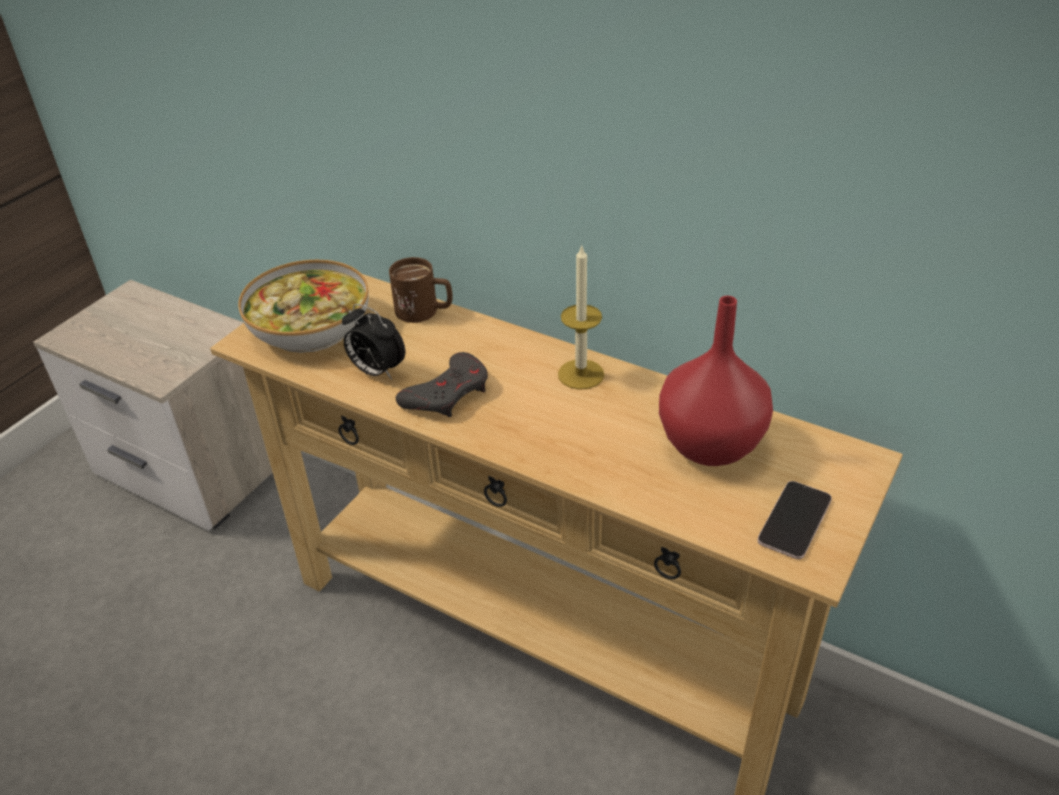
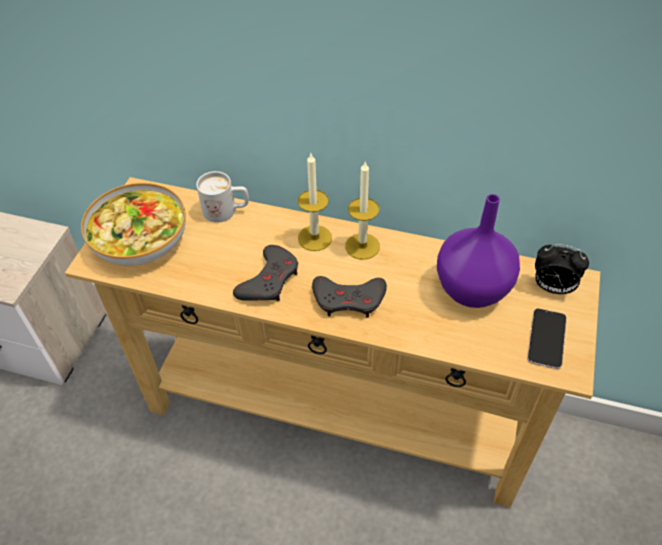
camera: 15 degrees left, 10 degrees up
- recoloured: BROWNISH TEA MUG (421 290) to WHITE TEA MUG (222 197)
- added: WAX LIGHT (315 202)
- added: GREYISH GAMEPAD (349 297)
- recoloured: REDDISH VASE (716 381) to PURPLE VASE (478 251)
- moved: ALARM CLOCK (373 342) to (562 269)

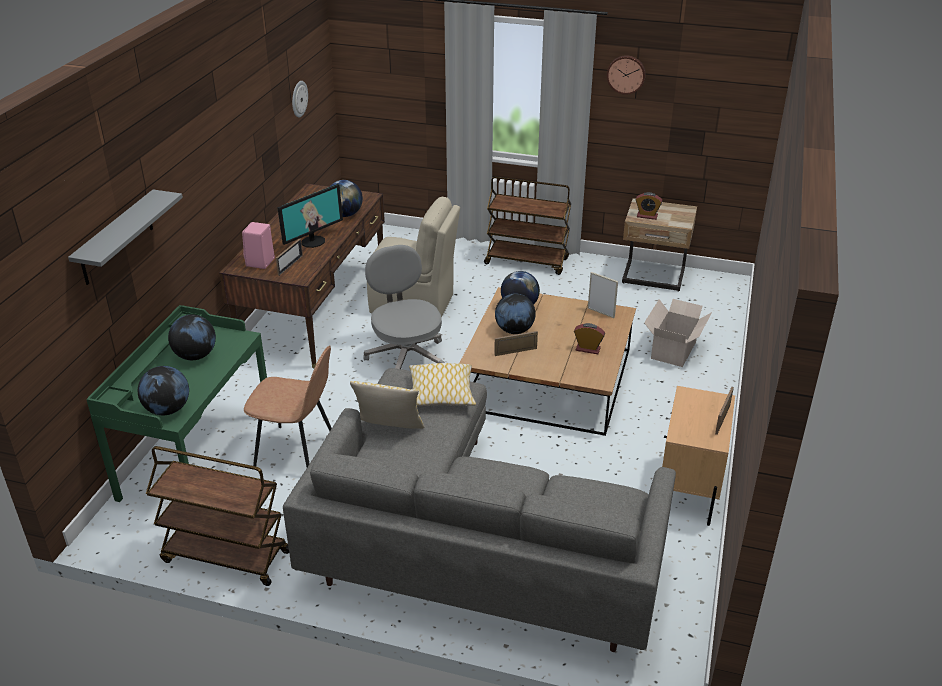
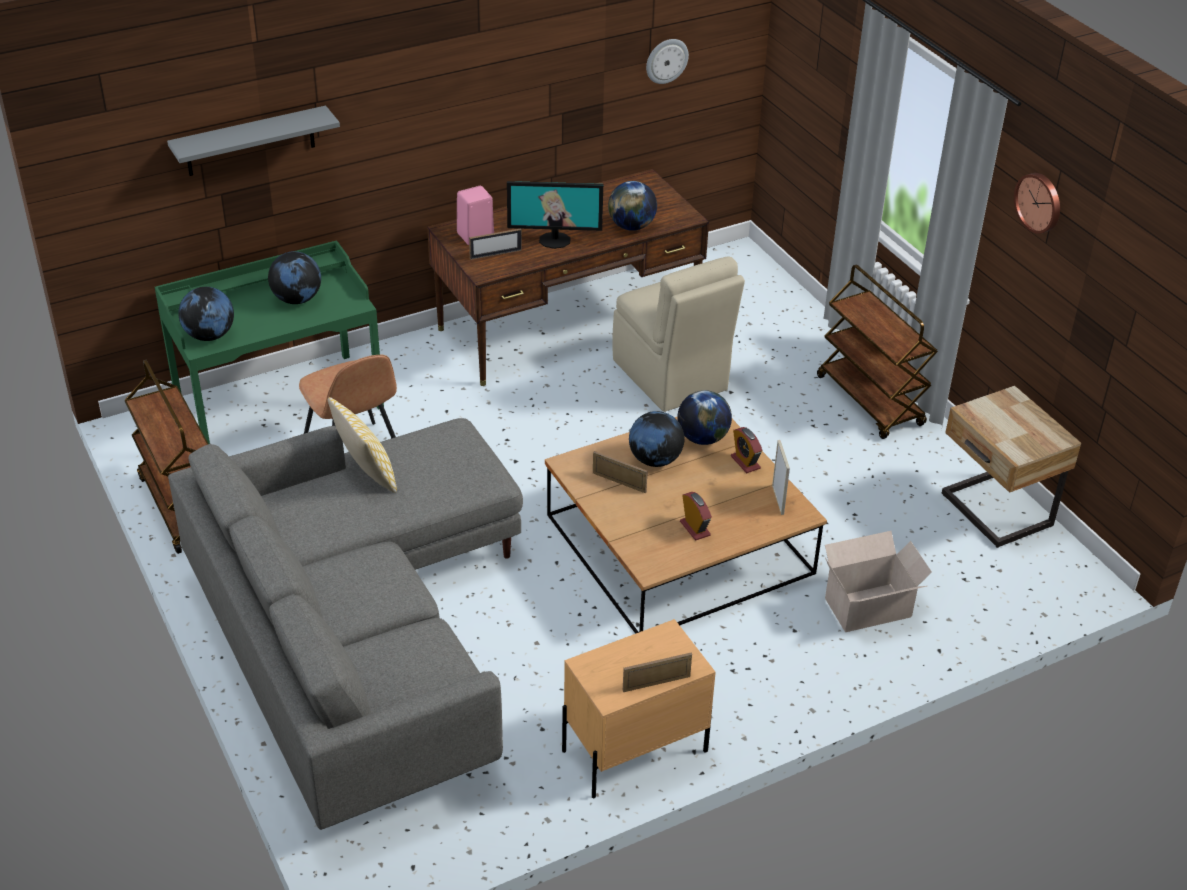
camera: 45 degrees right, 5 degrees up
- moved: ALARM CLOCK (649 206) to (746 450)
- removed: GREYISH COMPUTER CHAIR (404 307)
- removed: CUSHION (442 385)

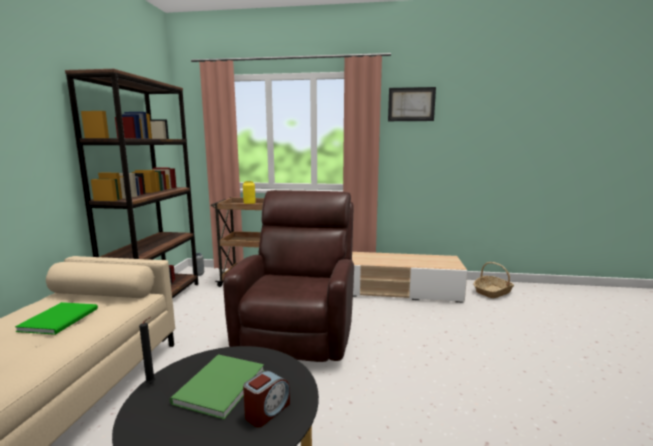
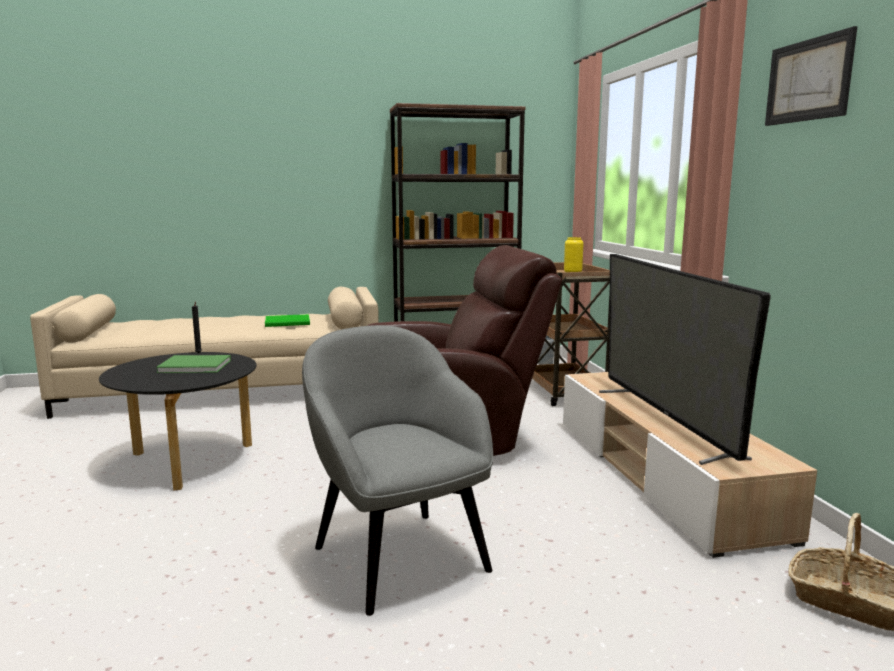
camera: 70 degrees right, 0 degrees up
- added: GREYISH ARMCHAIR (397 470)
- added: TELEVISION (685 359)
- removed: ALARM CLOCK (266 398)

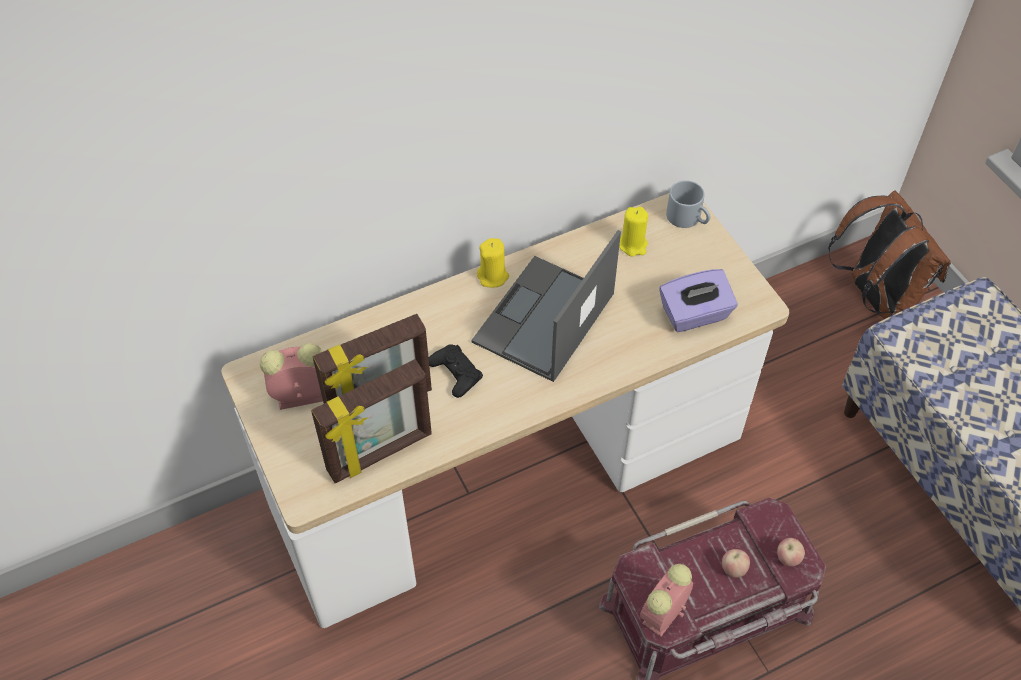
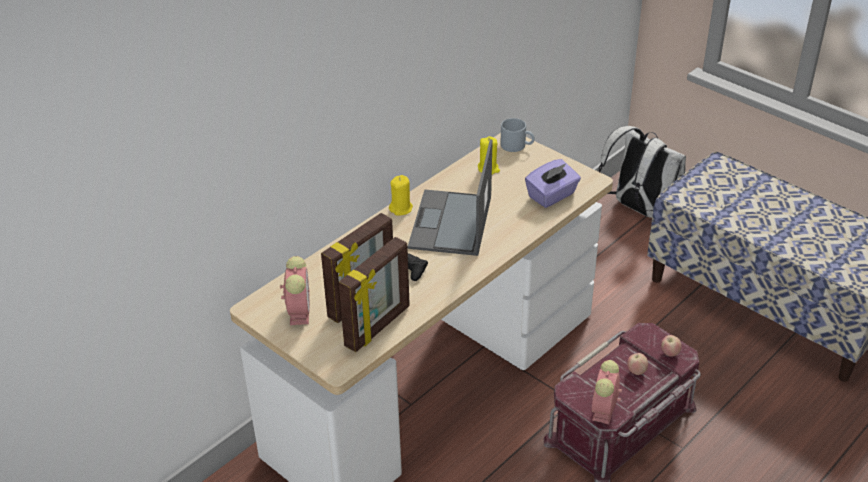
camera: 20 degrees left, 15 degrees down
- turned: ALARM CLOCK (291 376) = (295 290) 120 degrees clockwise
- recoloured: BROWNISH BACKPACK (889 254) to WHITE BACKPACK (642 172)

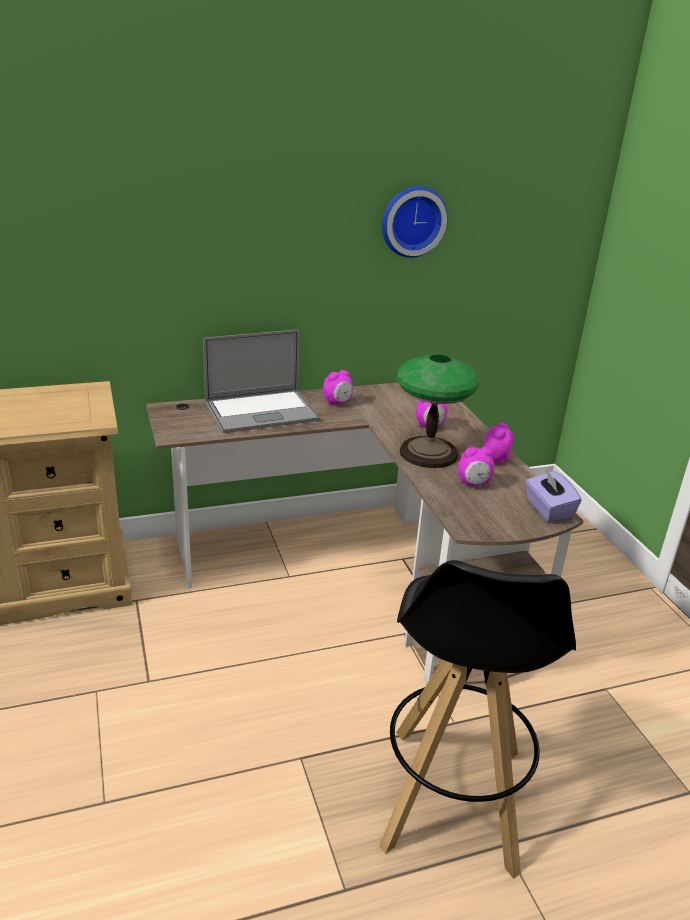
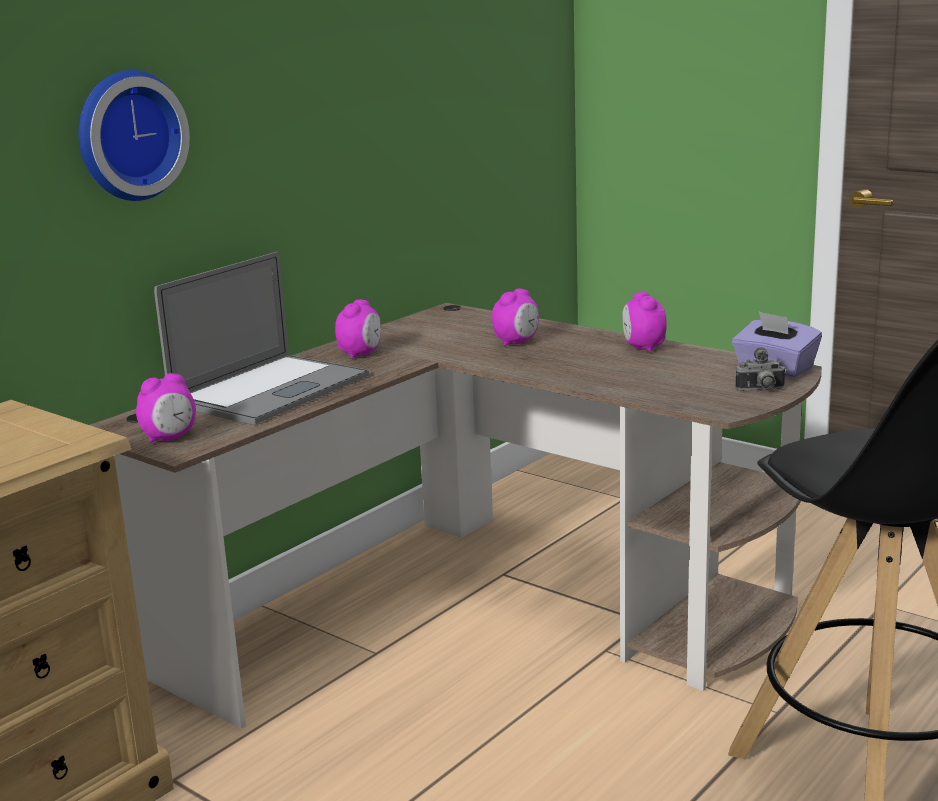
camera: 30 degrees left, 10 degrees down
- moved: WALL CLOCK (415 222) to (134 135)
- moved: ALARM CLOCK (476 466) to (166 408)
- added: PHOTO CAMERA (760 369)
- removed: TABLE LAMP (438 411)

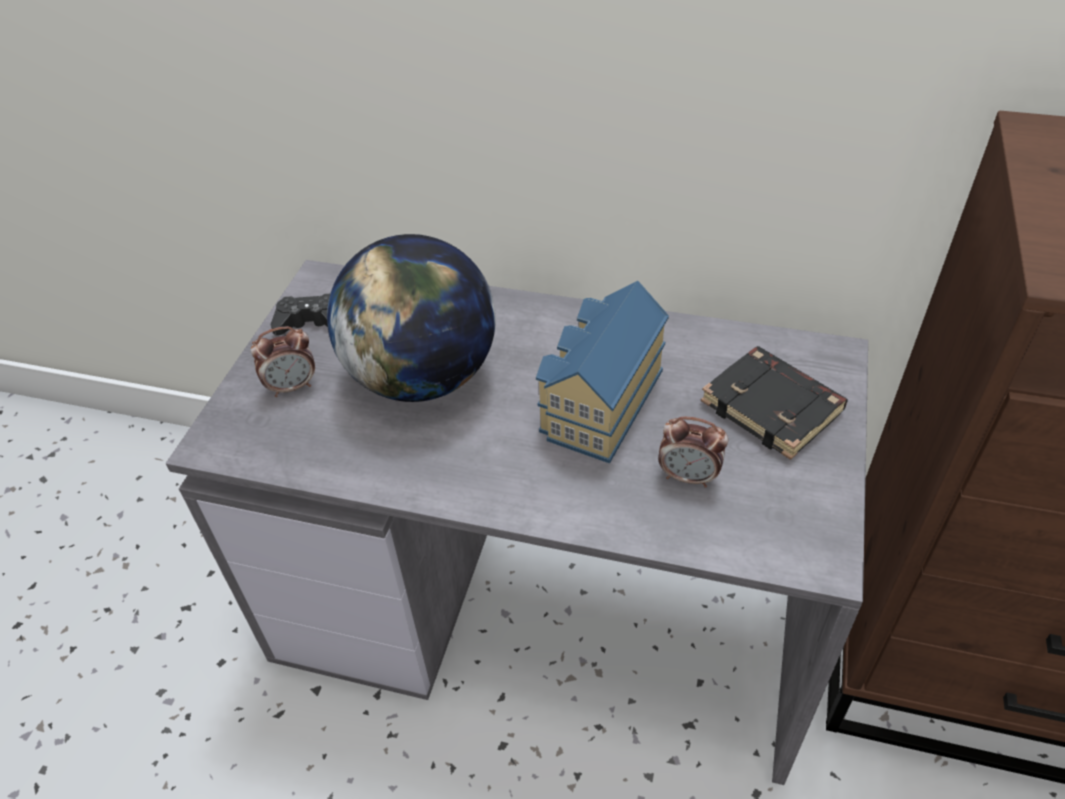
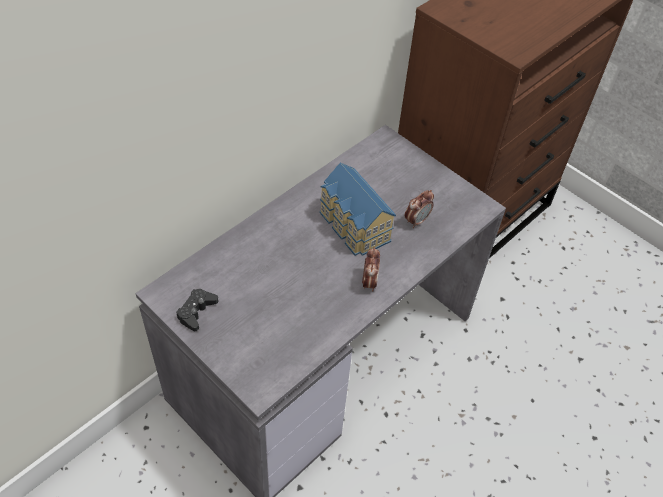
camera: 65 degrees left, 5 degrees up
- moved: ALARM CLOCK (283 361) to (371 269)
- removed: DESK GLOBE (411 318)
- removed: BLACK BOUND BOOK (774 403)

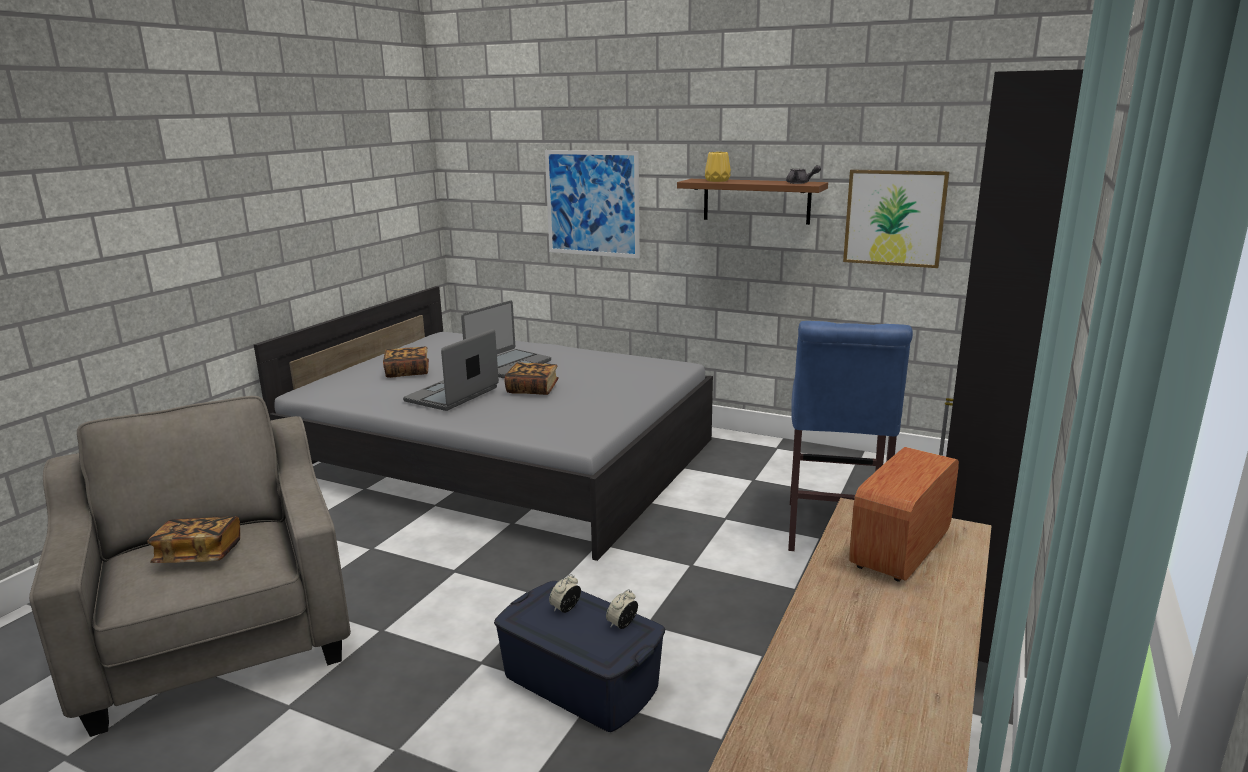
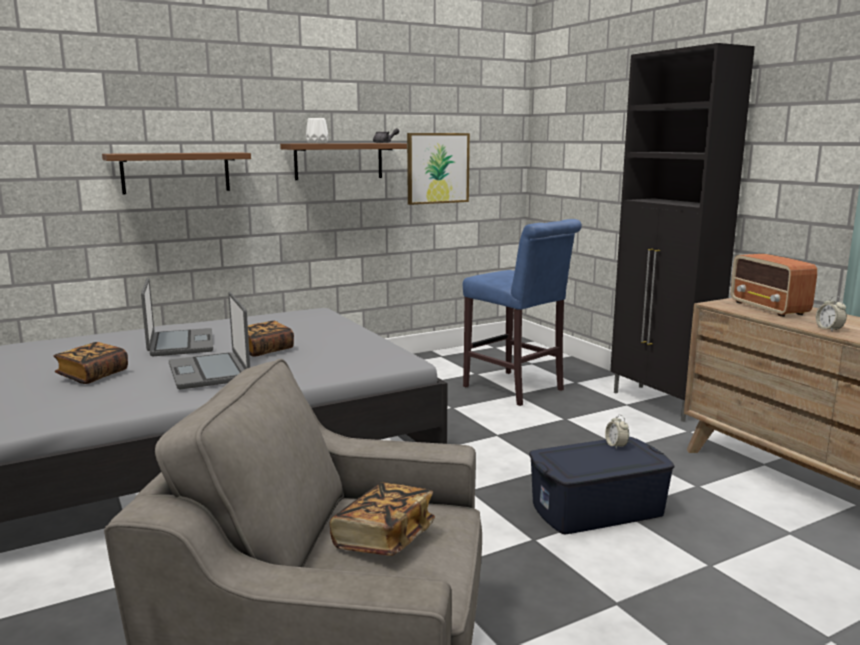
camera: 55 degrees left, 5 degrees down
- replaced: WALL ART (592 204) to BROWNISH WALL SHELF (176 173)
- recoloured: YELLOW VASE (718 167) to WHITE VASE (317 130)
- moved: ALARM CLOCK (565 593) to (831 314)

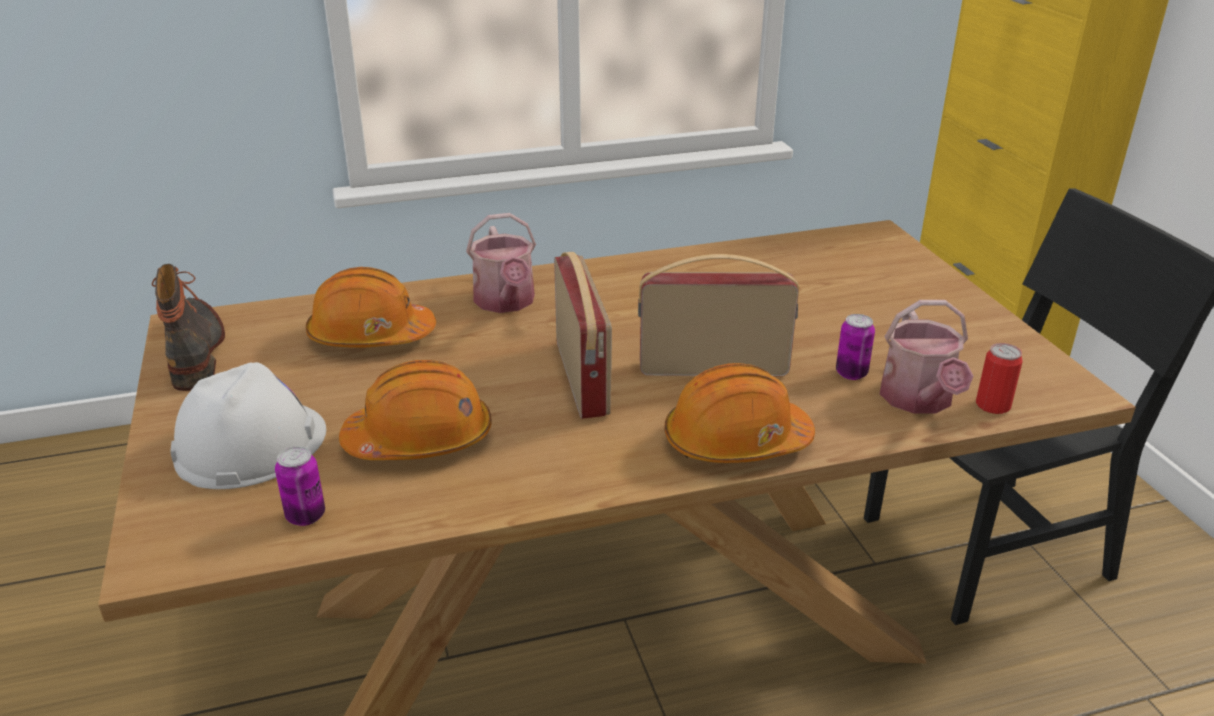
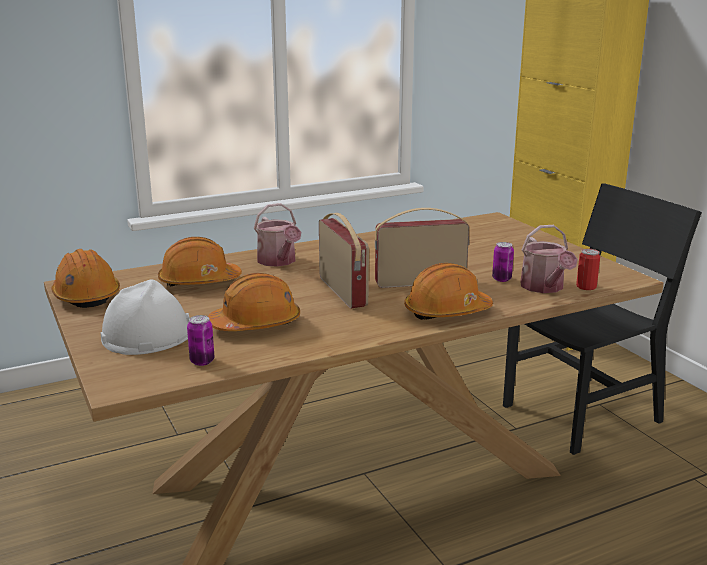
camera: 10 degrees left, 10 degrees down
- replaced: HIGH-TOP BOOT (188 327) to ORANGE HARD HAT (85 278)

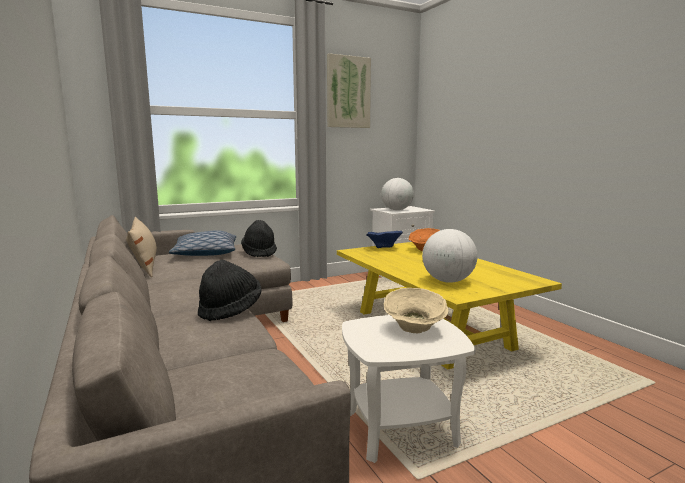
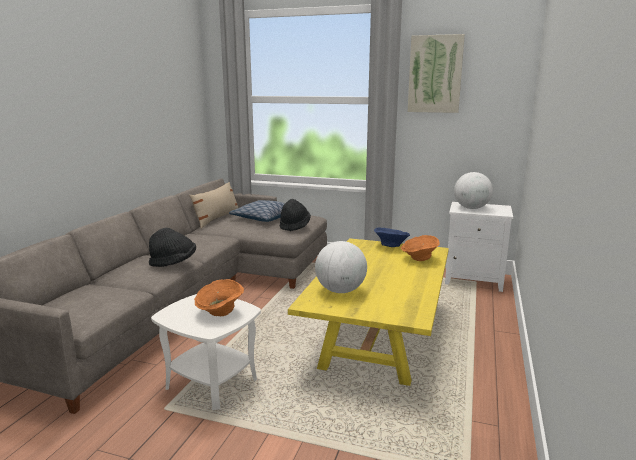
camera: 45 degrees right, 5 degrees up
- recoloured: BEIGE-COLOURED DEEP DISH (415 310) to ORANGE DEEP DISH (219 297)

